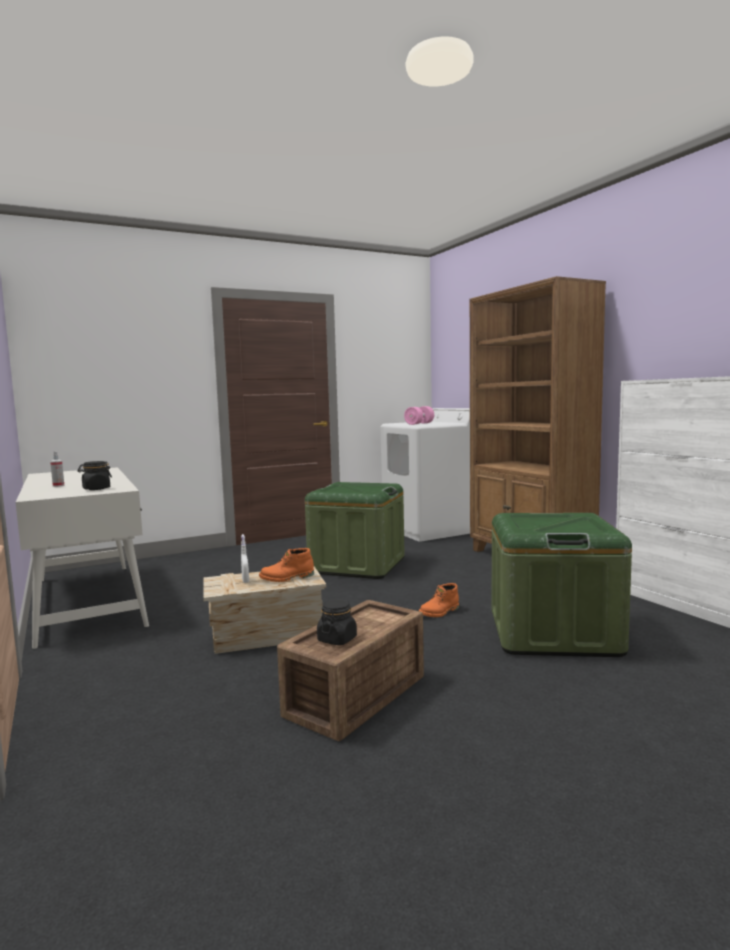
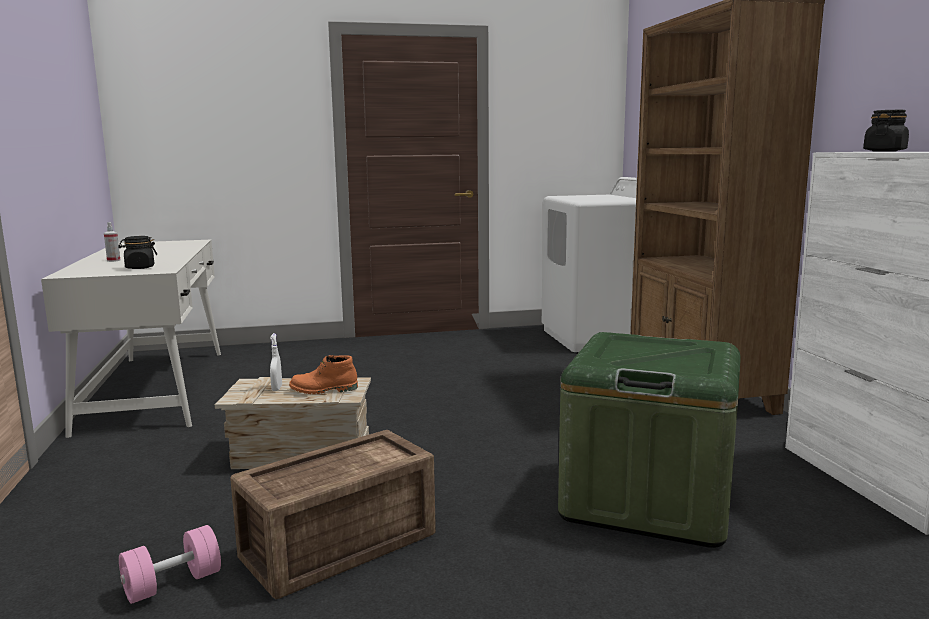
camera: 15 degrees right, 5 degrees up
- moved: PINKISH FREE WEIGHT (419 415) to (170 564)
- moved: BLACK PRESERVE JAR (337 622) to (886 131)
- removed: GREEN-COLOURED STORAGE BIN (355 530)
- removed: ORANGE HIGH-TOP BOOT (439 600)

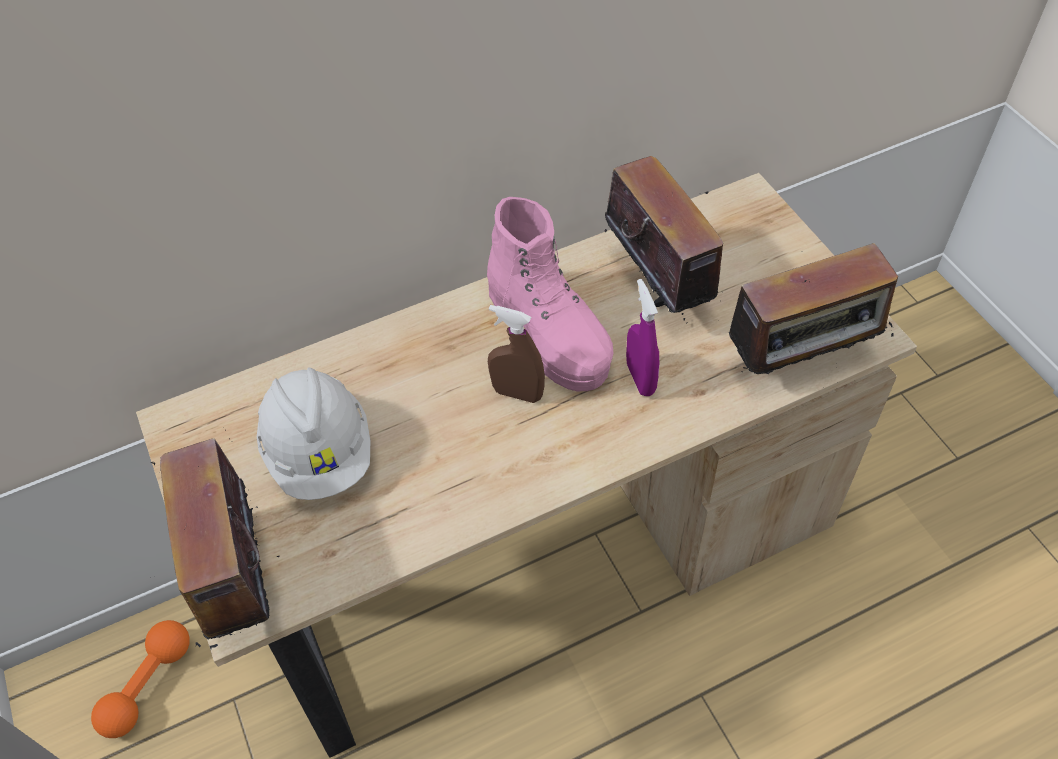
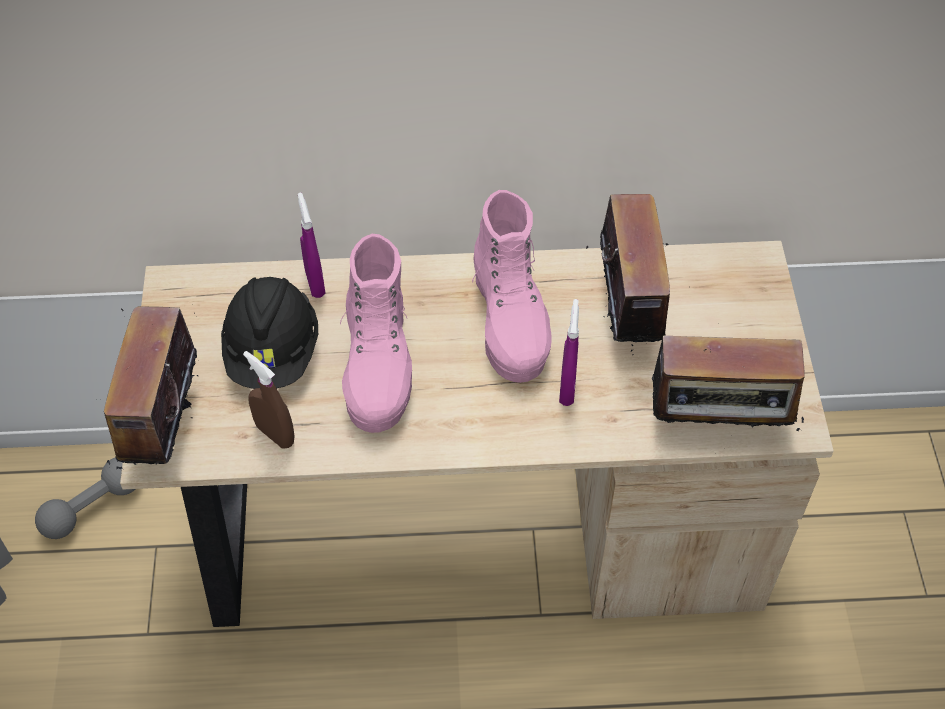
camera: 20 degrees right, 0 degrees up
- recoloured: ORANGE FREE WEIGHT (140 679) to GREYISH FREE WEIGHT (85 498)
- recoloured: WHITE HARD HAT (314 433) to BLACK HARD HAT (269 333)
- moved: BROWNISH HAND SPRAYER (516 354) to (269 400)
- added: PURPLE HAND SPRAYER (311 245)
- added: PINKISH HIGH-TOP BOOT (376 333)

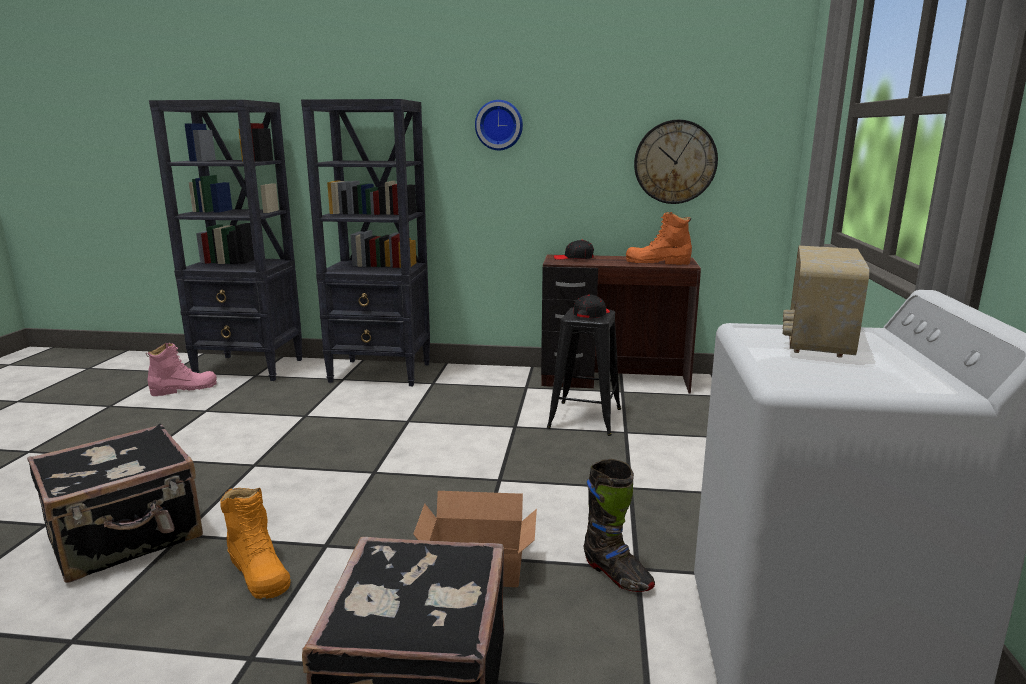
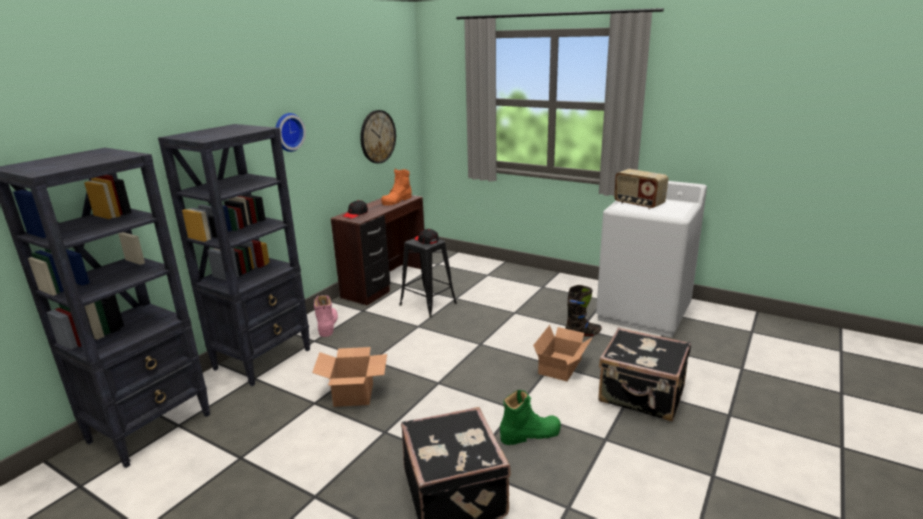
camera: 65 degrees left, 5 degrees up
- added: CARTON (349 377)
- moved: PINKISH HIGH-TOP BOOT (181 369) to (326 316)
- recoloured: ORANGE HIGH-TOP BOOT (255 543) to GREEN-COLOURED HIGH-TOP BOOT (530 417)

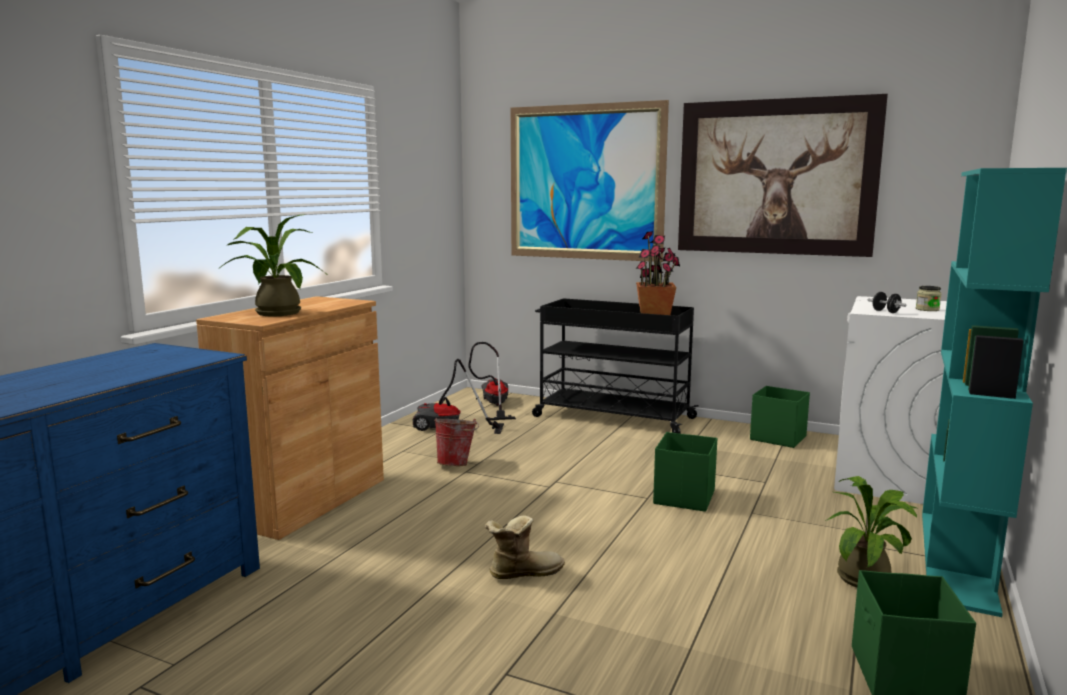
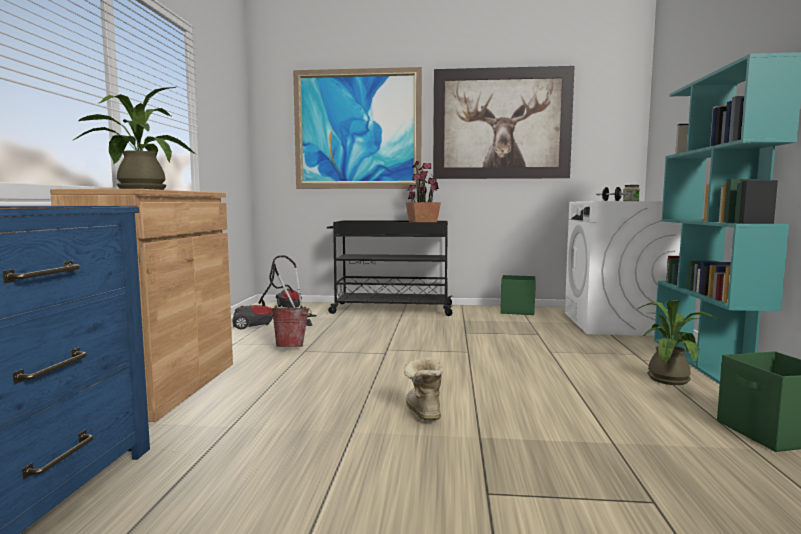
camera: 20 degrees left, 5 degrees down
- turned: HIGH-TOP BOOT (525 547) = (423 388) 60 degrees counterclockwise
- removed: GREEN-COLOURED STORAGE BIN (685 472)

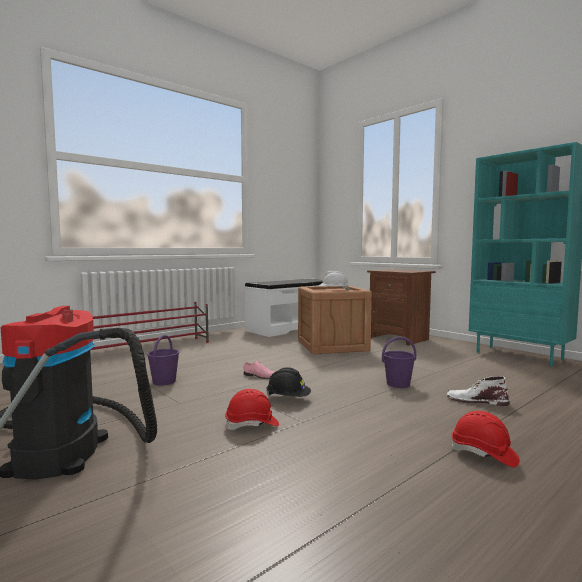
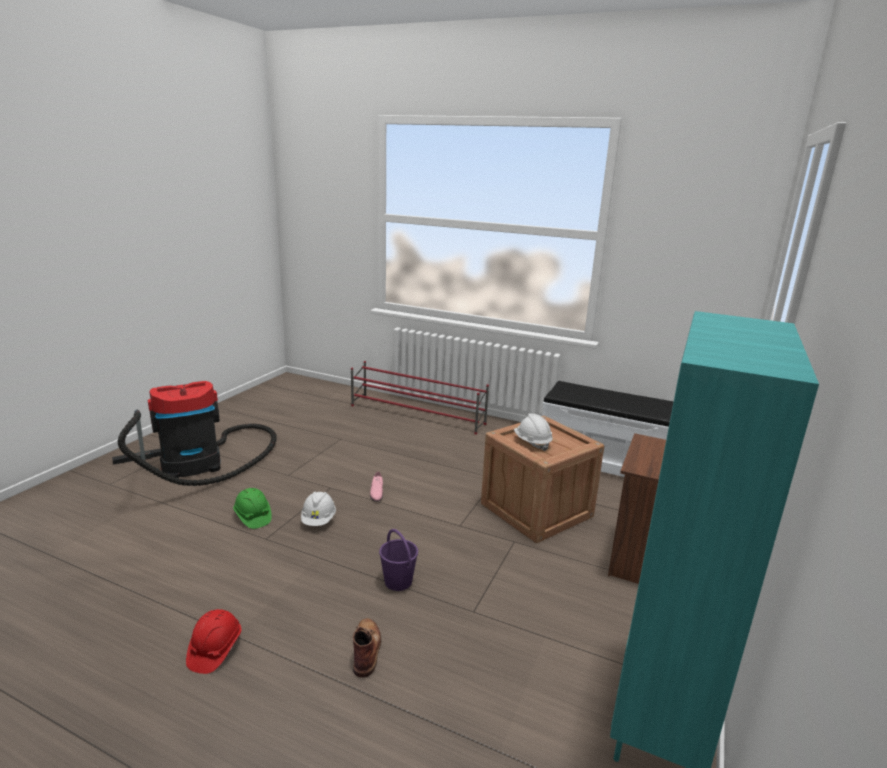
camera: 65 degrees right, 15 degrees up
- recoloured: REDDISH HARD HAT (252 409) to GREEN-COLOURED HARD HAT (252 508)
- recoloured: BLACK HARD HAT (288 382) to WHITE HARD HAT (318 508)
- recoloured: WHITE HIGH-TOP BOOT (478 391) to BROWNISH HIGH-TOP BOOT (367 648)
- removed: PURPLE PAIL (163 360)

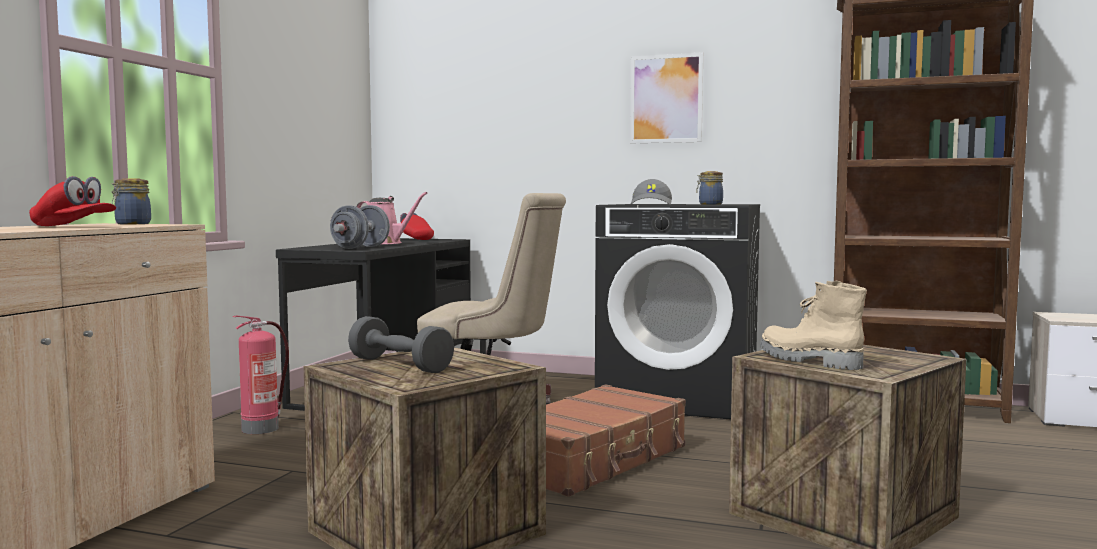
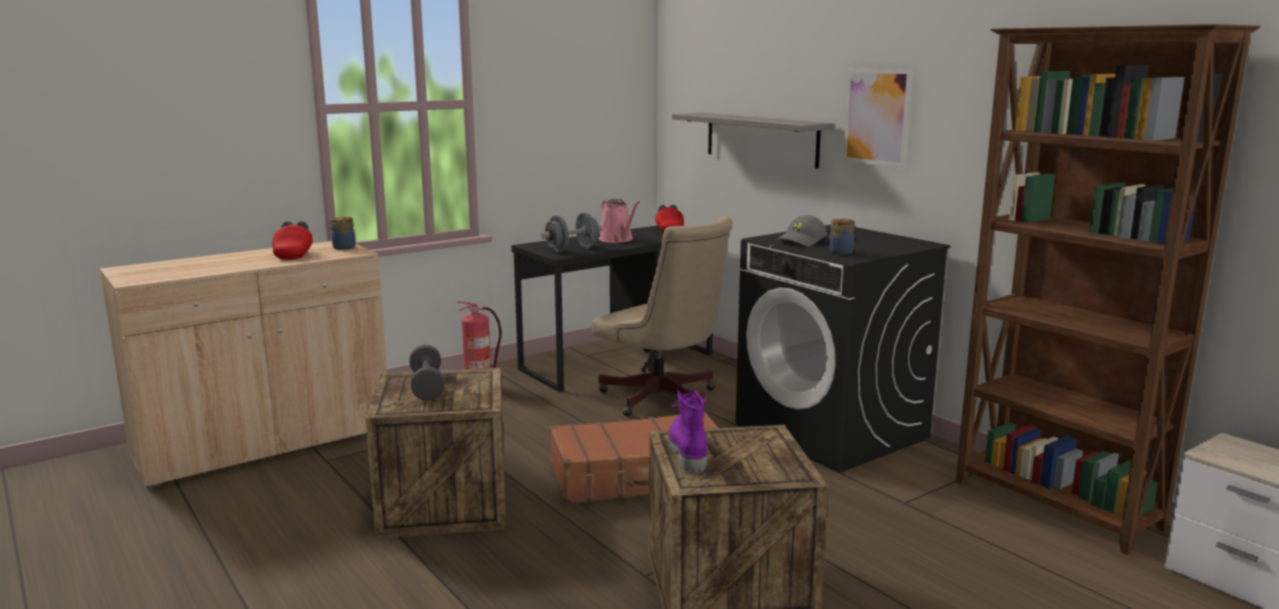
camera: 35 degrees right, 10 degrees up
- turned: REDDISH PEAKED CAP (72 201) = (292 240) 150 degrees counterclockwise
- recoloured: BEIGE-COLOURED HIGH-TOP BOOT (813 325) to PURPLE HIGH-TOP BOOT (688 431)
- added: GREYISH WALL SHELF (753 141)

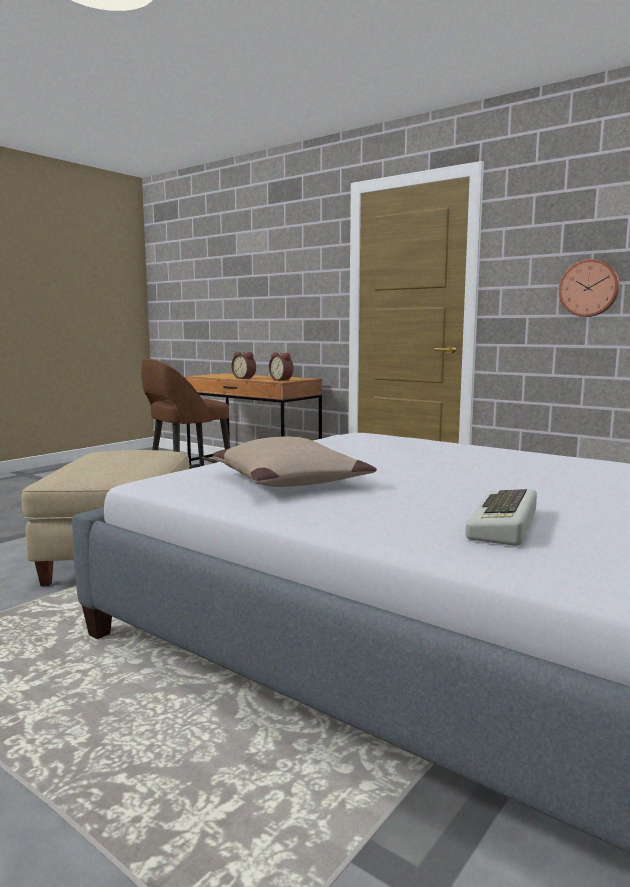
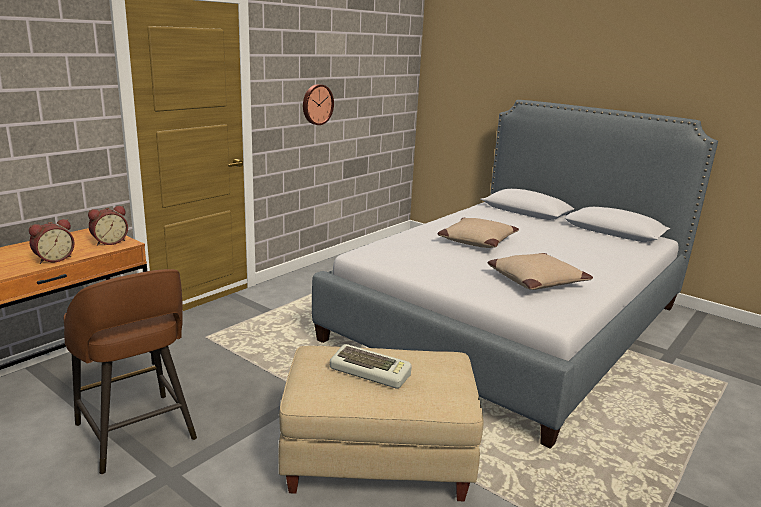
camera: 90 degrees left, 10 degrees up
- moved: KEYBOARD (501 517) to (371 366)
- added: BEIGE-COLOURED CUSHION (478 233)

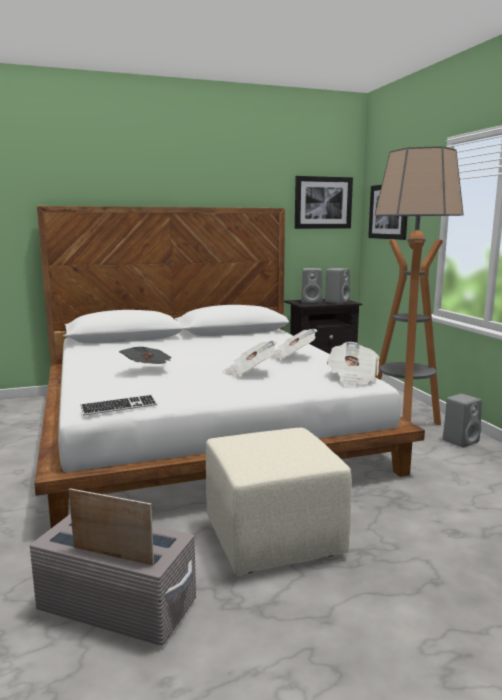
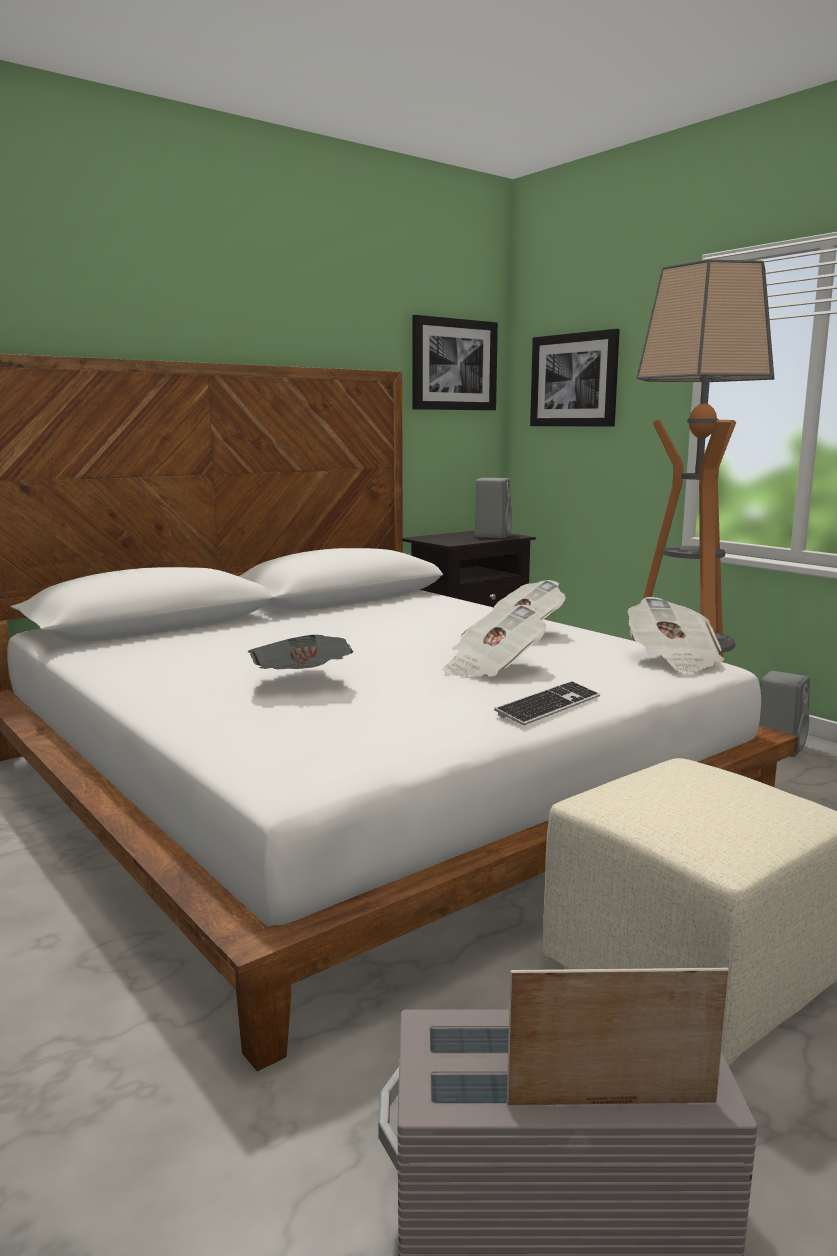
camera: 20 degrees left, 0 degrees up
- moved: KEYBOARD (118 405) to (547 703)
- removed: GREYISH SPEAKER (311 285)

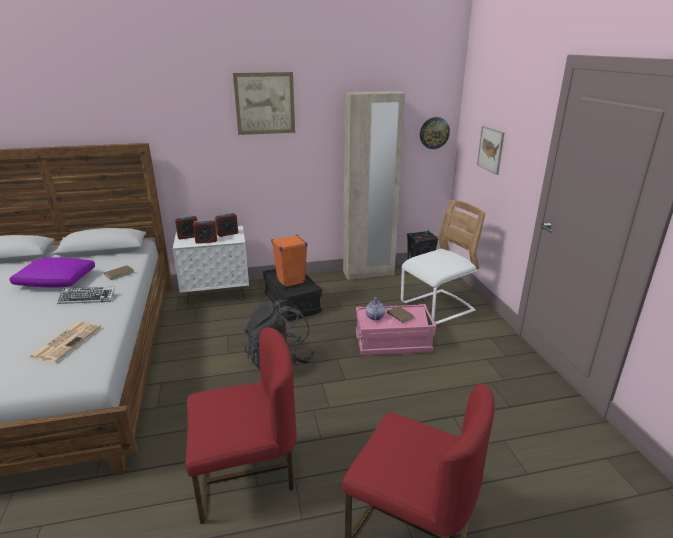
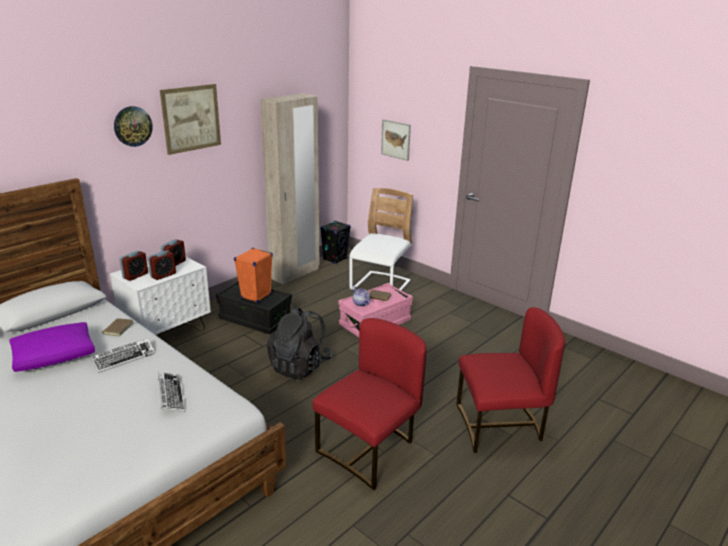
camera: 35 degrees left, 0 degrees up
- moved: WALL CLOCK (435 133) to (133 126)
- replaced: DAILY PAPER (64 341) to KEYBOARD (171 392)

